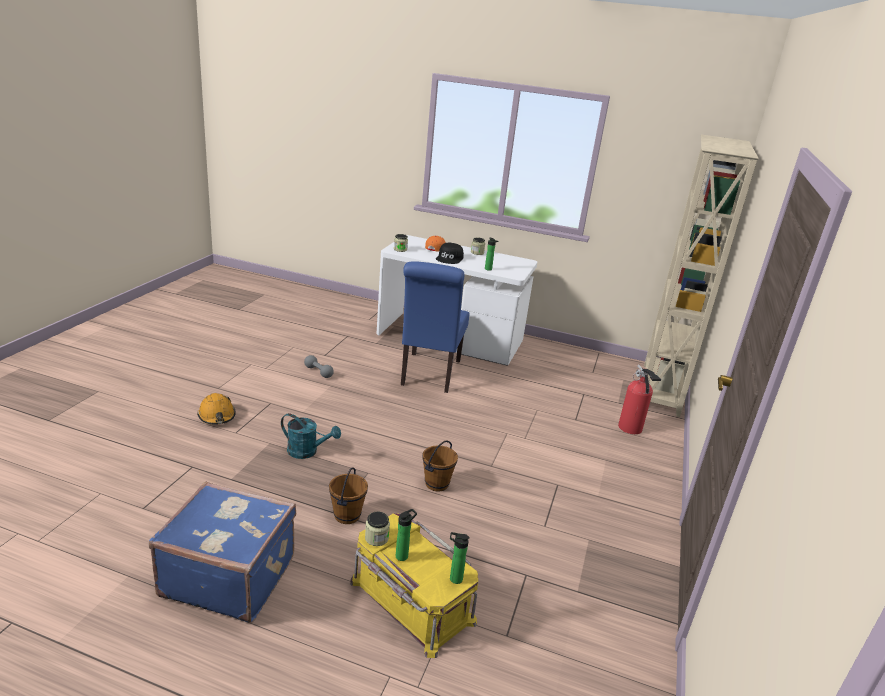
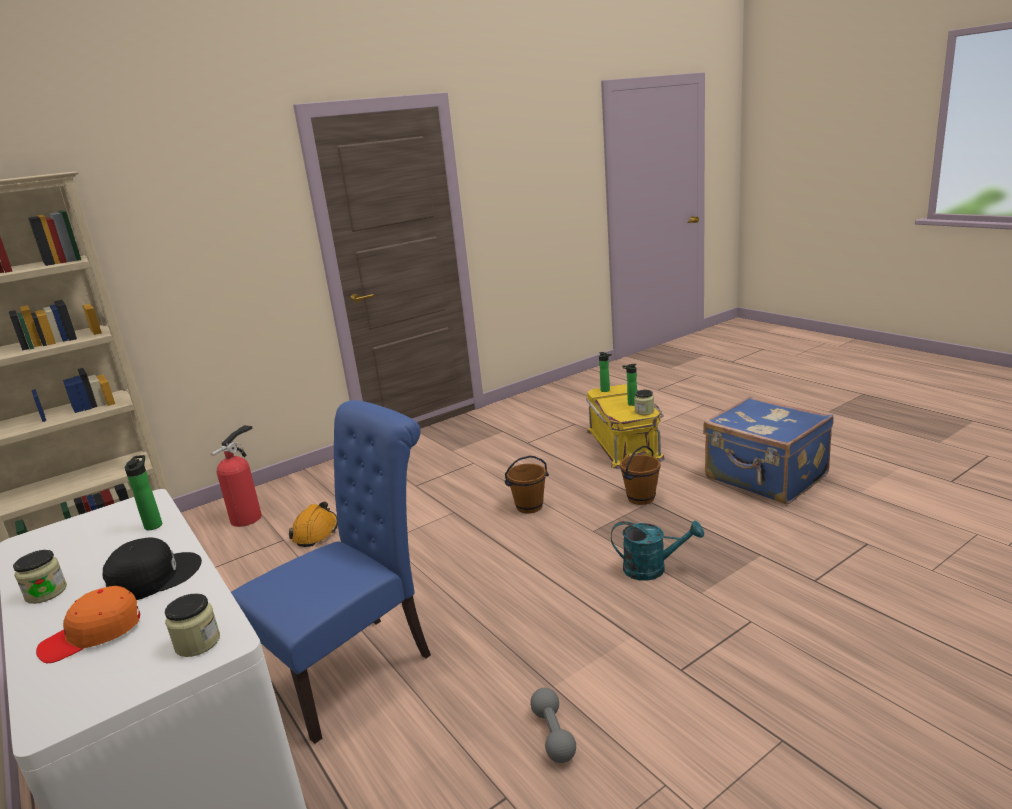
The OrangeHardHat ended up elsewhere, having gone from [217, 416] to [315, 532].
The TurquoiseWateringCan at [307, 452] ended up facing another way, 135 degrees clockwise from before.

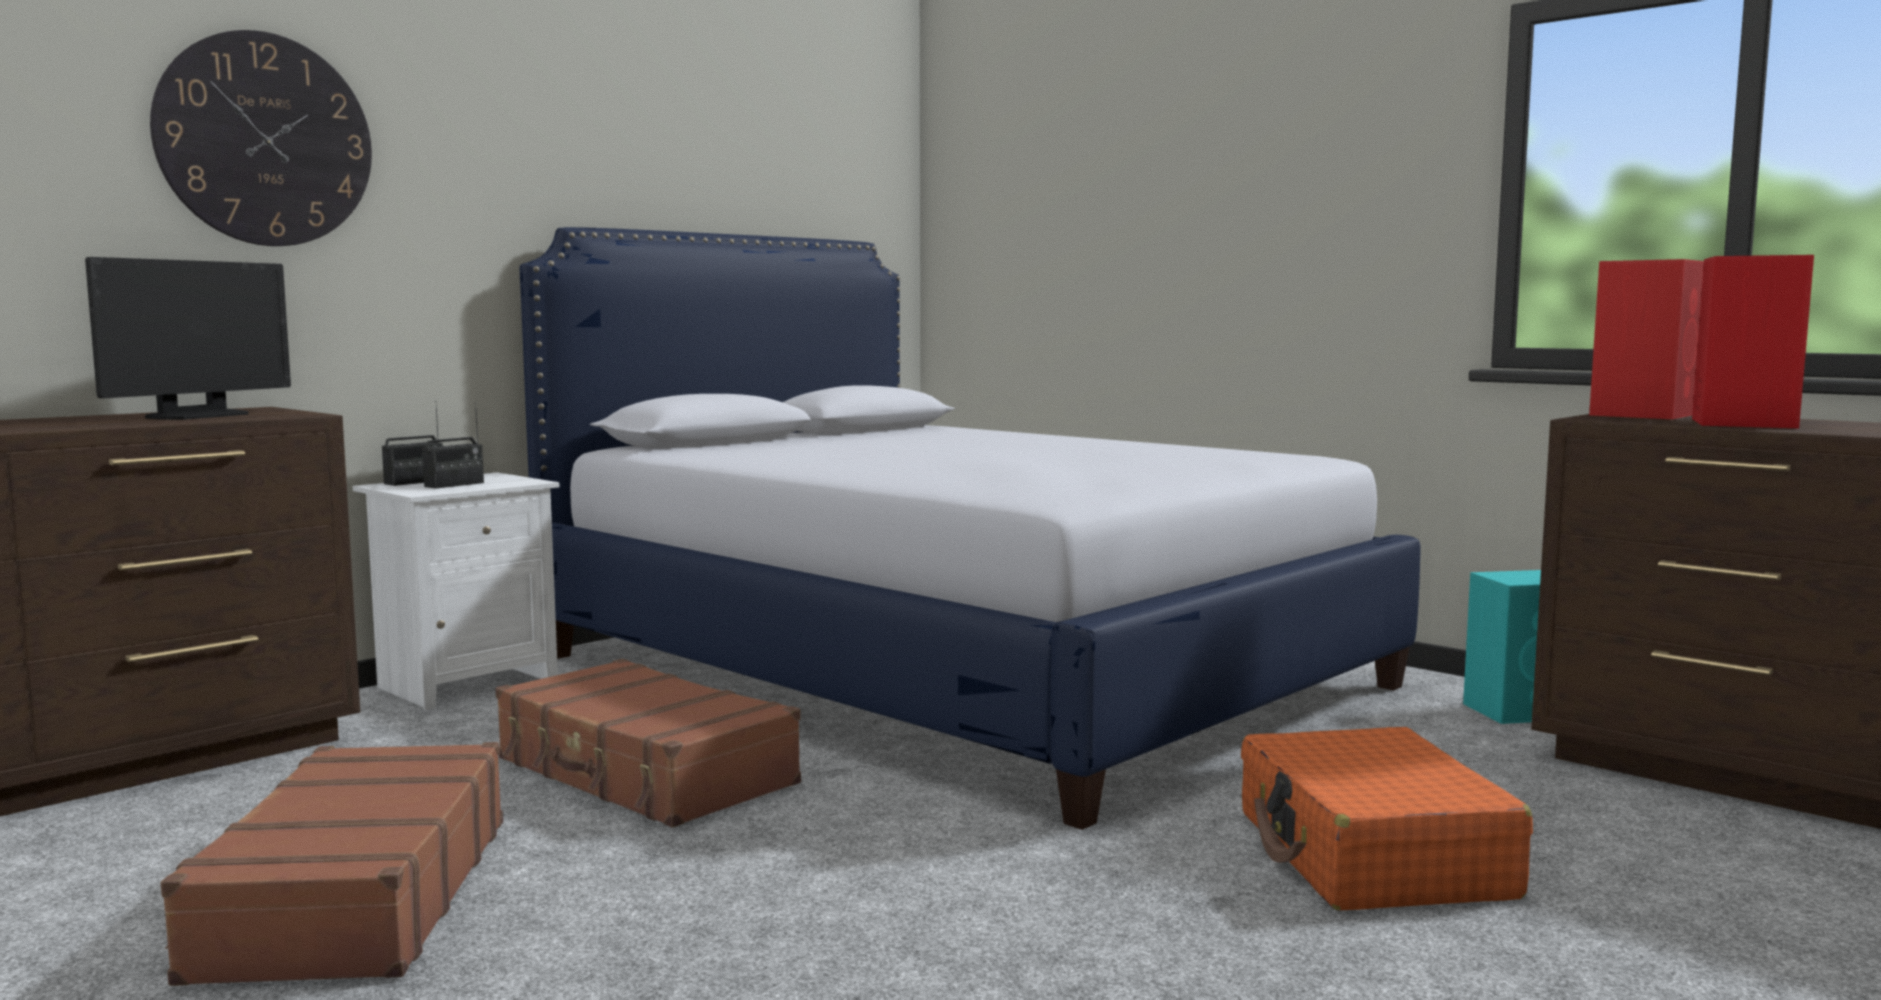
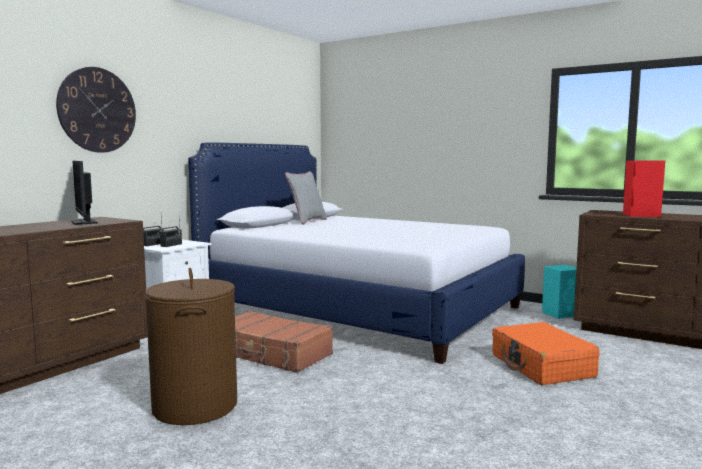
The Monitor at [197, 416] ended up facing another way, 135 degrees clockwise from before.
Where the BrownSuitcase stood at [354, 896], the BrownLaundryBasket came to stand at [195, 406].
The second view lost the RedSpeaker at [1643, 414].
The second view gained the GreyPillow at [307, 221].

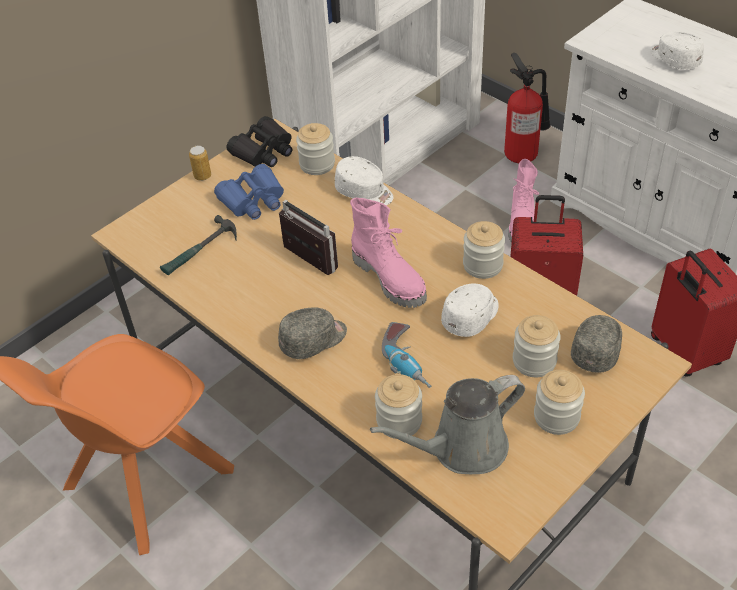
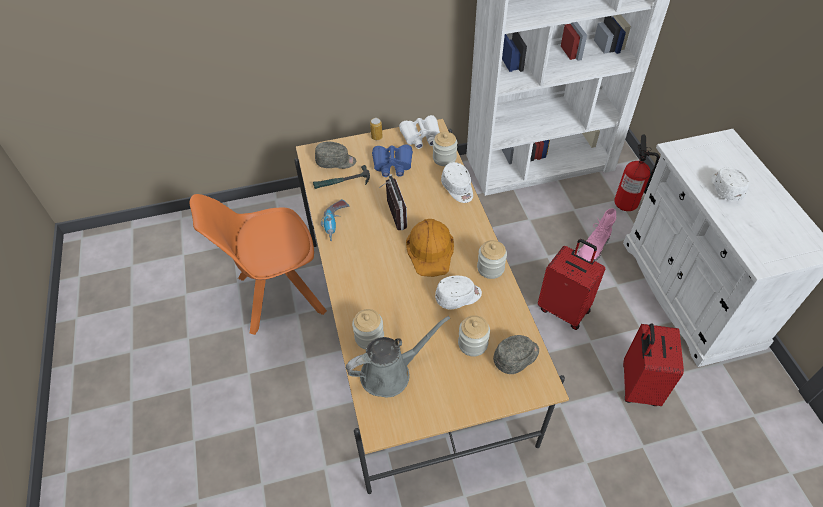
What was the BlackBinoculars at [264, 151] turned into the WhiteBinoculars at [421, 136].
The GreyCap ended up elsewhere, having gone from [314, 340] to [336, 162].
Where the PinkBoot stood at [390, 278], the OrangeHardHat came to stand at [430, 250].
The GreyWateringCan at [462, 448] ended up facing another way, 150 degrees clockwise from before.
The PowerDrill ended up elsewhere, having gone from [408, 362] to [336, 224].
The second view lost the Jar at [556, 416].

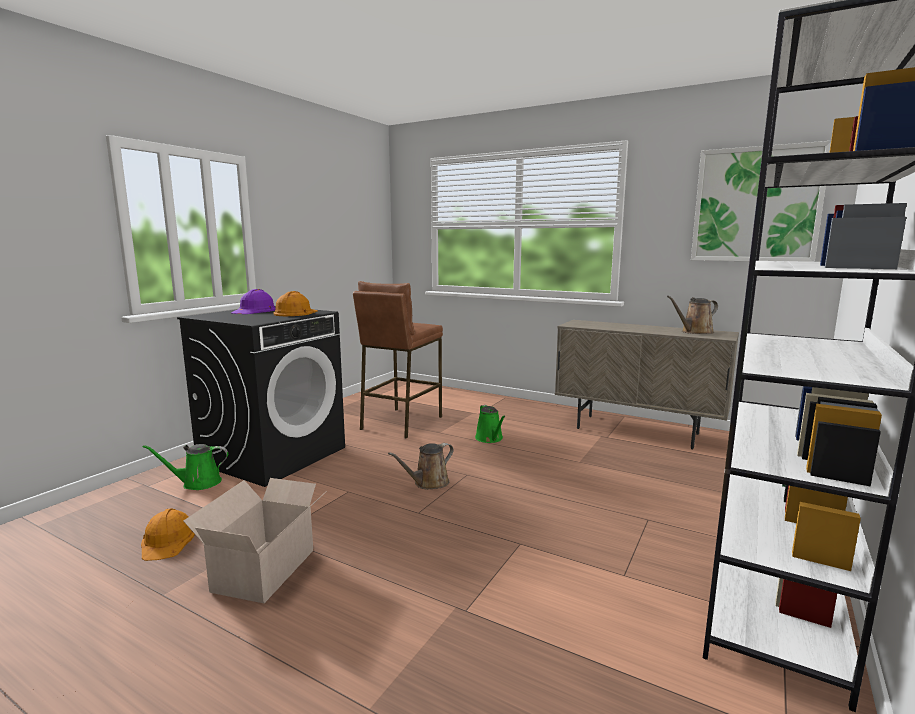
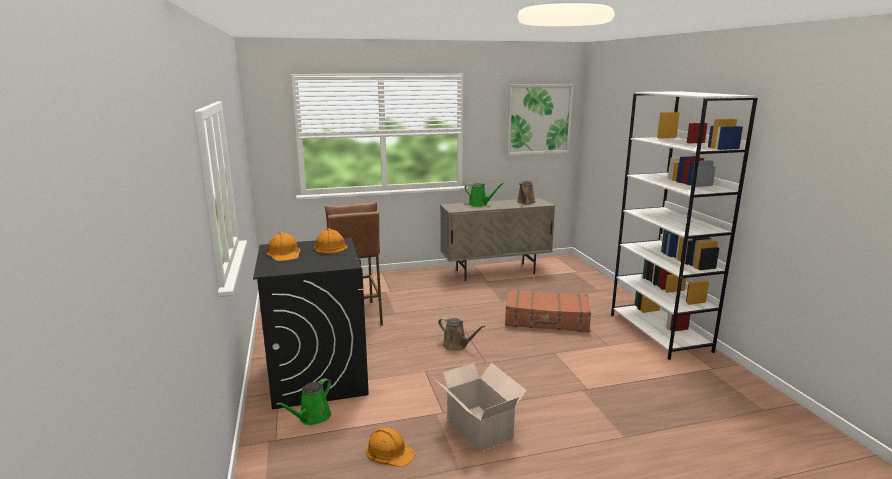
What was the PurpleHardHat at [255, 310] turned into the OrangeHardHat at [284, 253].
The BrownWateringCan at [428, 483] ended up facing another way, 60 degrees counterclockwise from before.
The GreenWateringCan ended up elsewhere, having gone from [490, 438] to [479, 204].
The second view gained the BrownSuitcase at [546, 320].

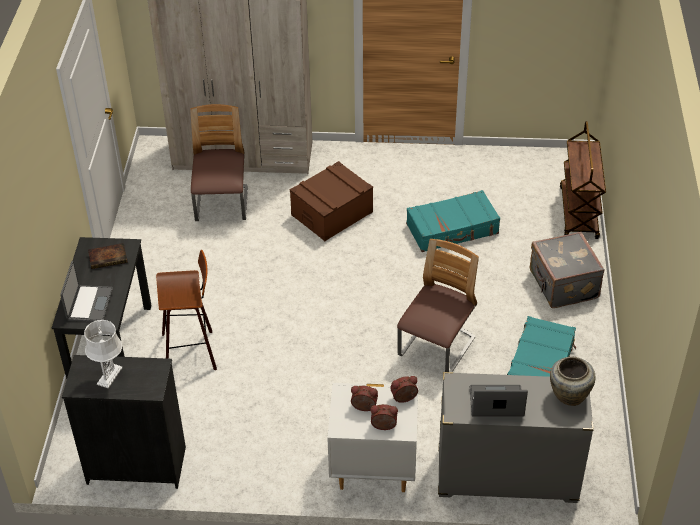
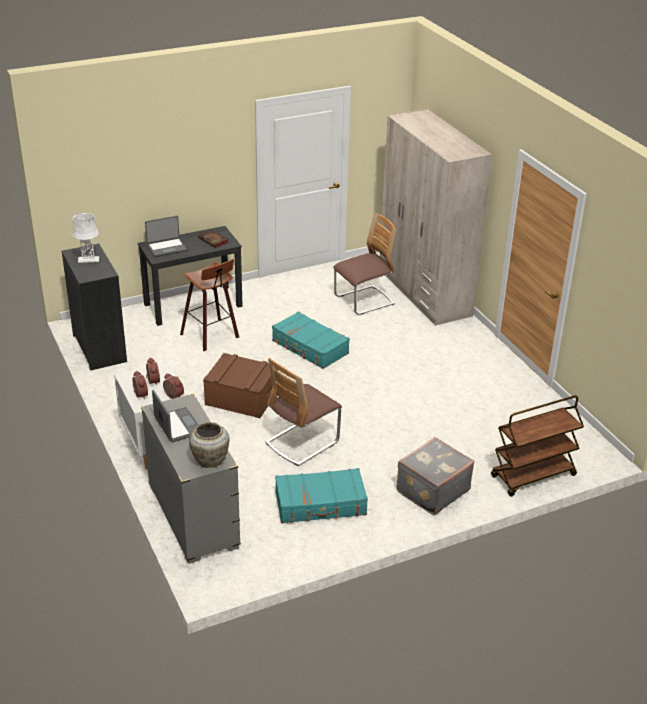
The BrownStorageBox ended up elsewhere, having gone from [332, 213] to [241, 398].
The Chair at [436, 347] ended up facing another way, 135 degrees clockwise from before.
The TurquoiseSuitcase ended up elsewhere, having gone from [452, 229] to [310, 347].

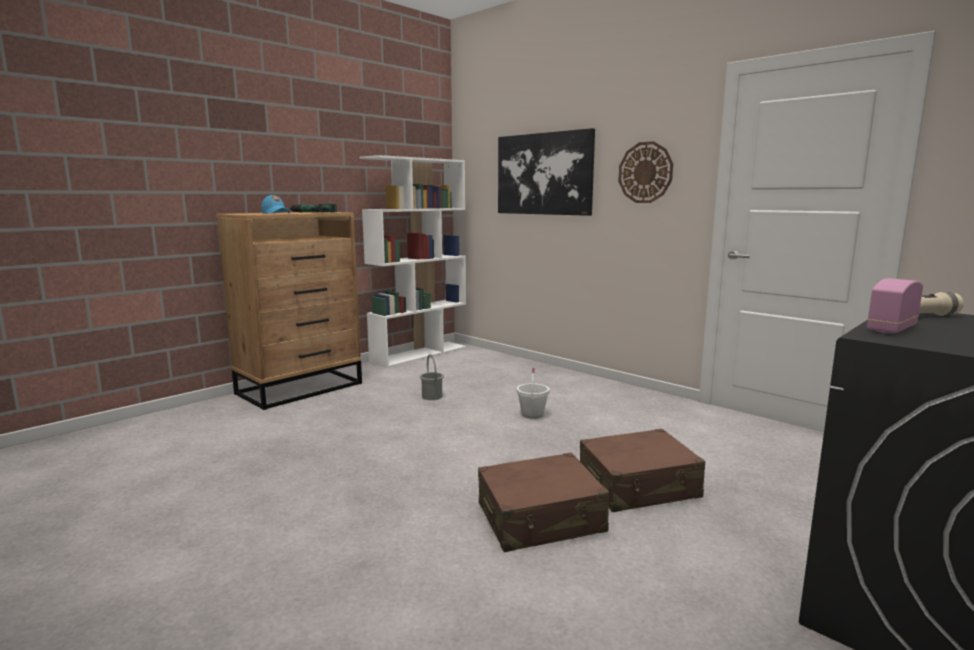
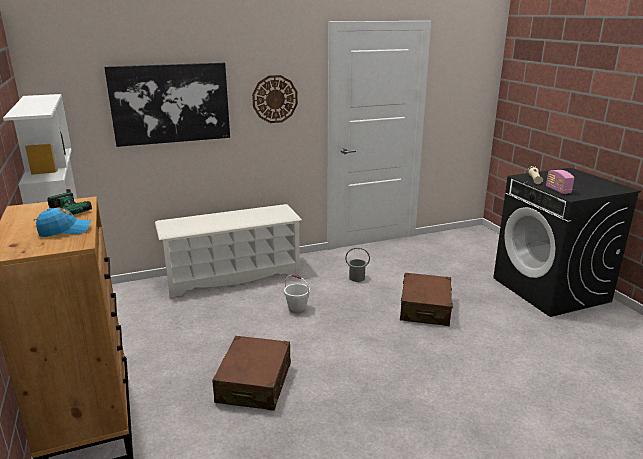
The GreyBucket ended up elsewhere, having gone from [432, 396] to [356, 278].
The BrownSuitcase ended up elsewhere, having gone from [541, 519] to [254, 383].
The second view gained the WhiteShoeRack at [233, 276].

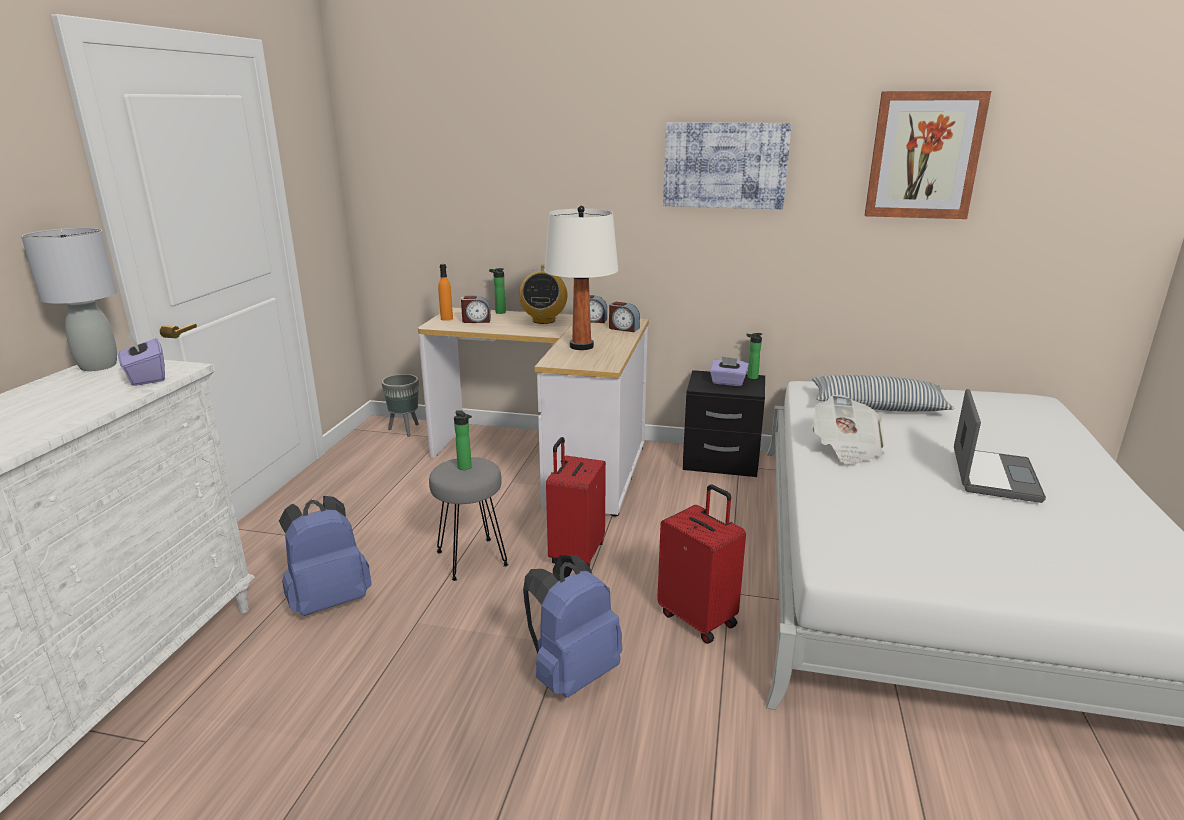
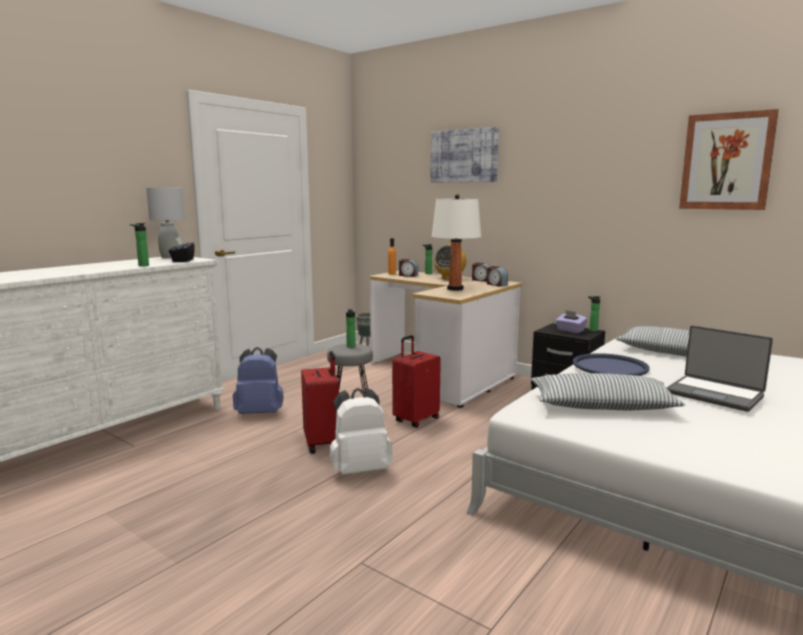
What was the PurpleTissueBox at [146, 377] turned into the BlackTissueBox at [182, 260].
What was the BlueBackpack at [572, 673] turned into the WhiteBackpack at [360, 469].
The RedSuitcase ended up elsewhere, having gone from [699, 618] to [323, 443].
The Picture ended up elsewhere, having gone from [725, 165] to [464, 156].
Where the Newspaper stood at [846, 448], the BlueTray came to stand at [610, 366].
The Laptop at [992, 476] ended up facing another way, 90 degrees clockwise from before.
The second view gained the Bottle at [142, 265].
The second view gained the Pillow at [602, 406].

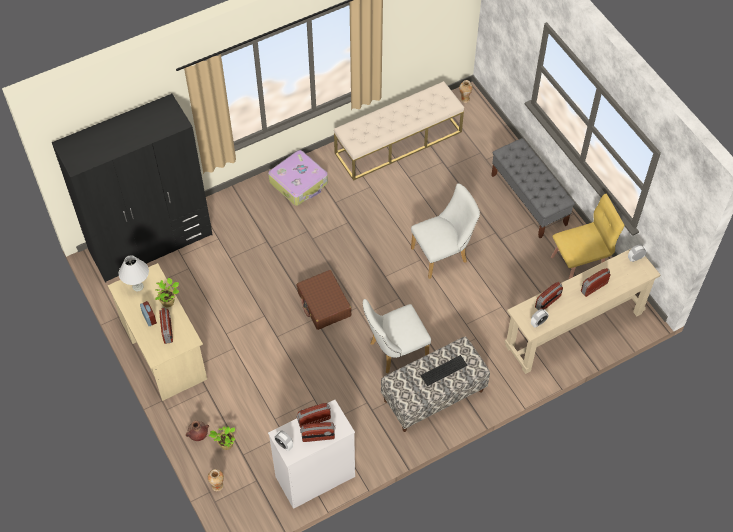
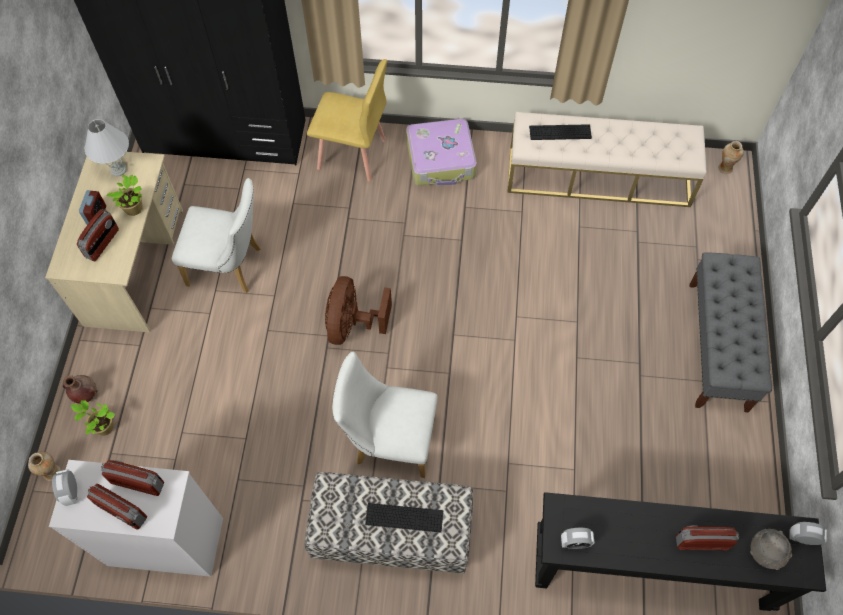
Where the BrownSuitcase stood at [324, 304], the BrownFan came to stand at [352, 325].
The WhiteChair ended up elsewhere, having gone from [443, 254] to [230, 267].
What was the BeigeConsoleTable at [574, 329] turned into the BlackConsoleTable at [651, 568].
The second view lost the Radio at [548, 302].
The YellowChair ended up elsewhere, having gone from [578, 266] to [352, 155].
The second view gained the Keyboard at [560, 132].
The second view gained the GreyBowl at [766, 552].

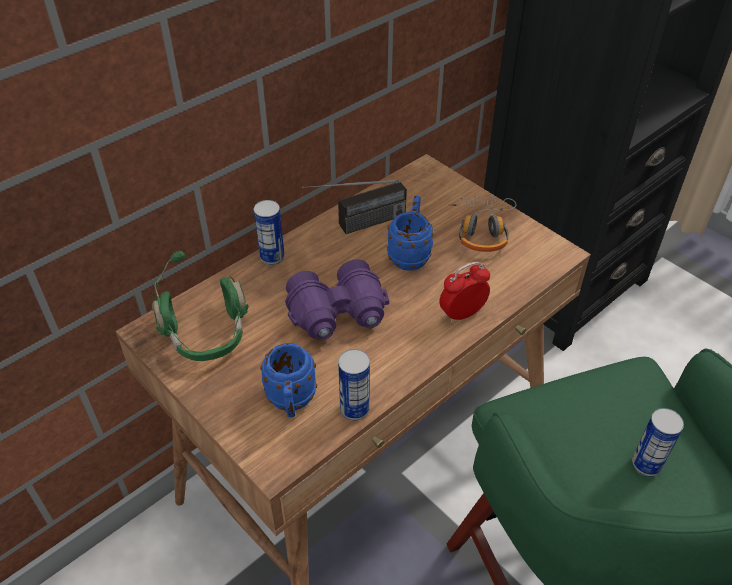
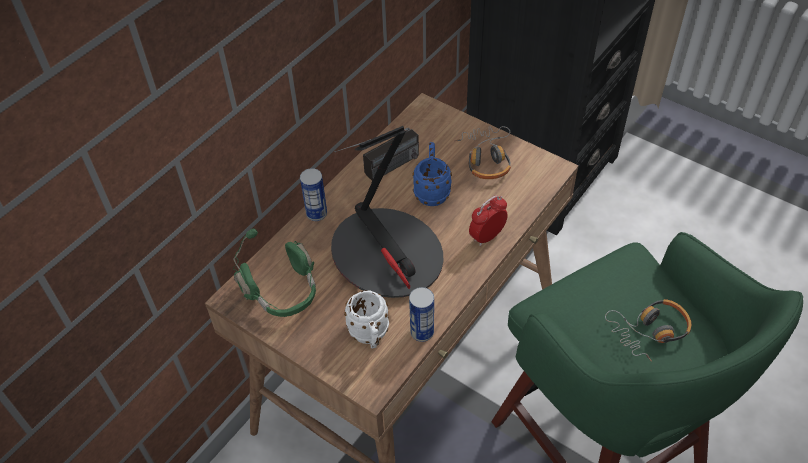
What was the BlueMug at [291, 403] turned into the WhiteMug at [370, 336].
Where the PurpleBinoculars stood at [338, 315], the TableLamp came to stand at [387, 255].
Where the Can stood at [646, 464], the Headphones came to stand at [650, 331].

